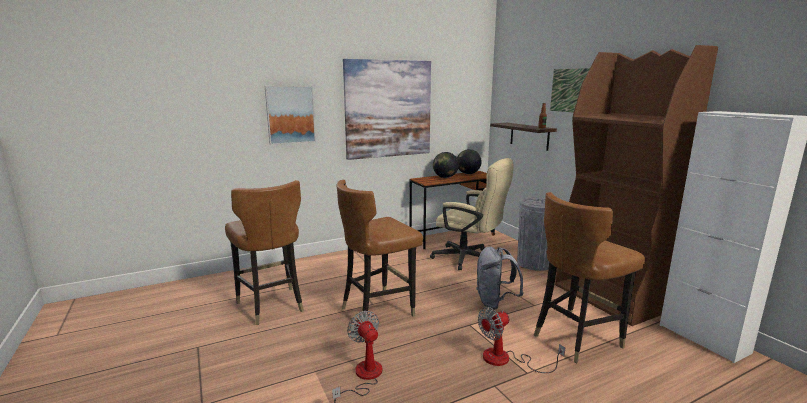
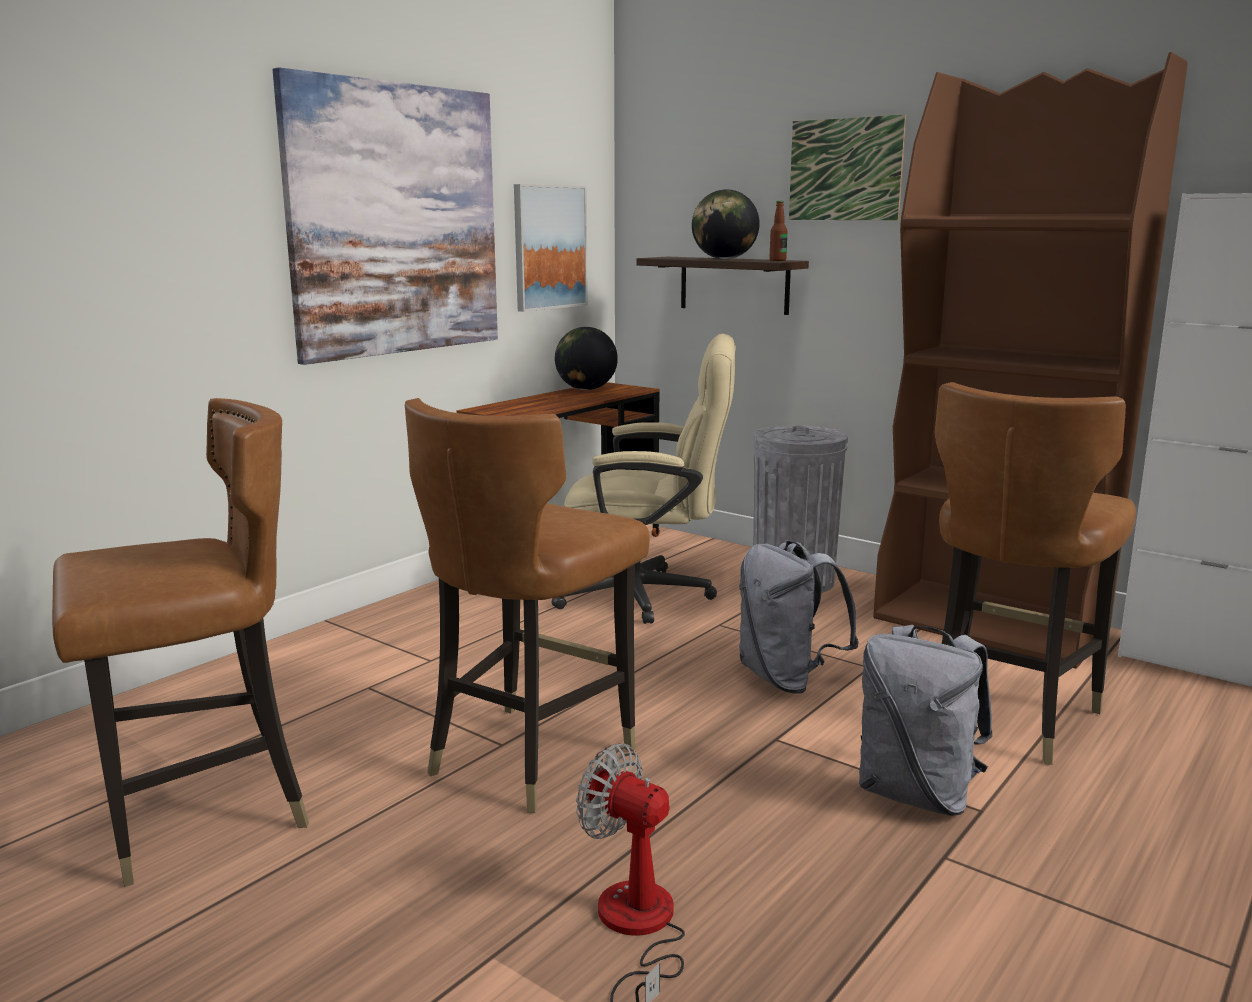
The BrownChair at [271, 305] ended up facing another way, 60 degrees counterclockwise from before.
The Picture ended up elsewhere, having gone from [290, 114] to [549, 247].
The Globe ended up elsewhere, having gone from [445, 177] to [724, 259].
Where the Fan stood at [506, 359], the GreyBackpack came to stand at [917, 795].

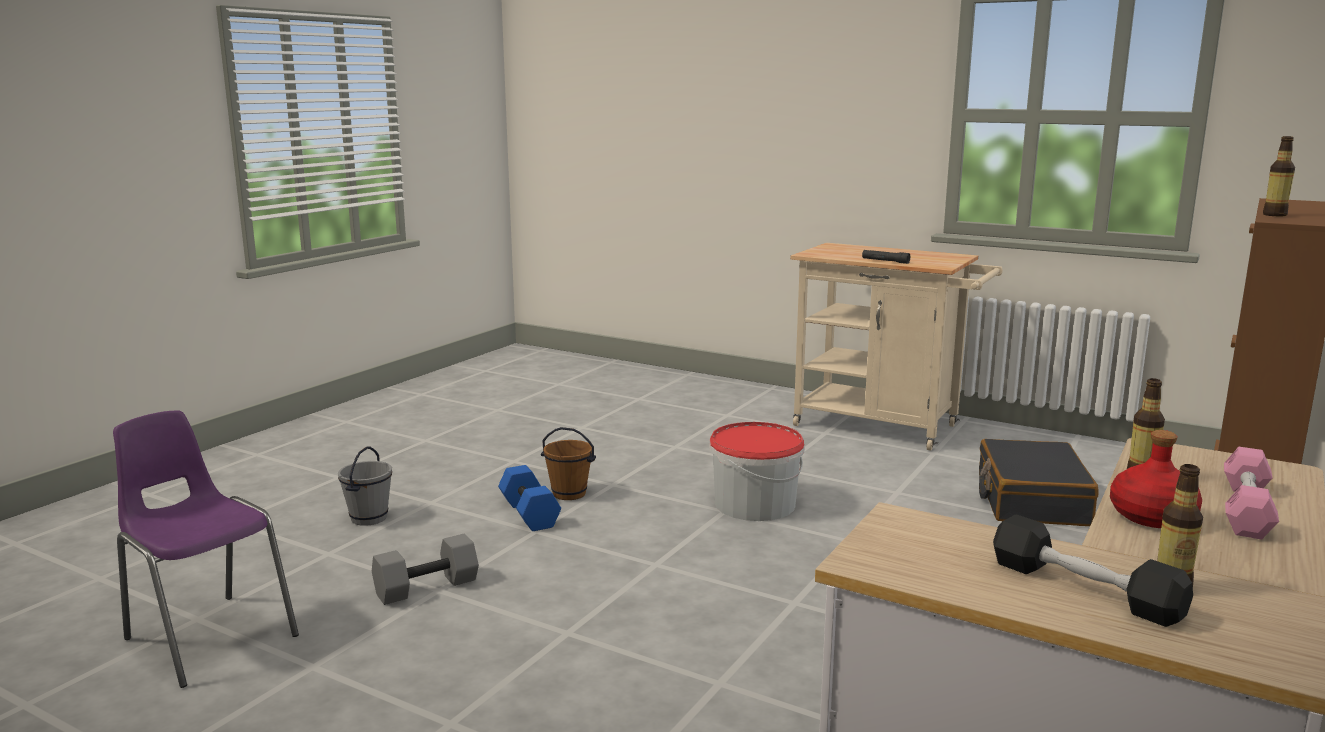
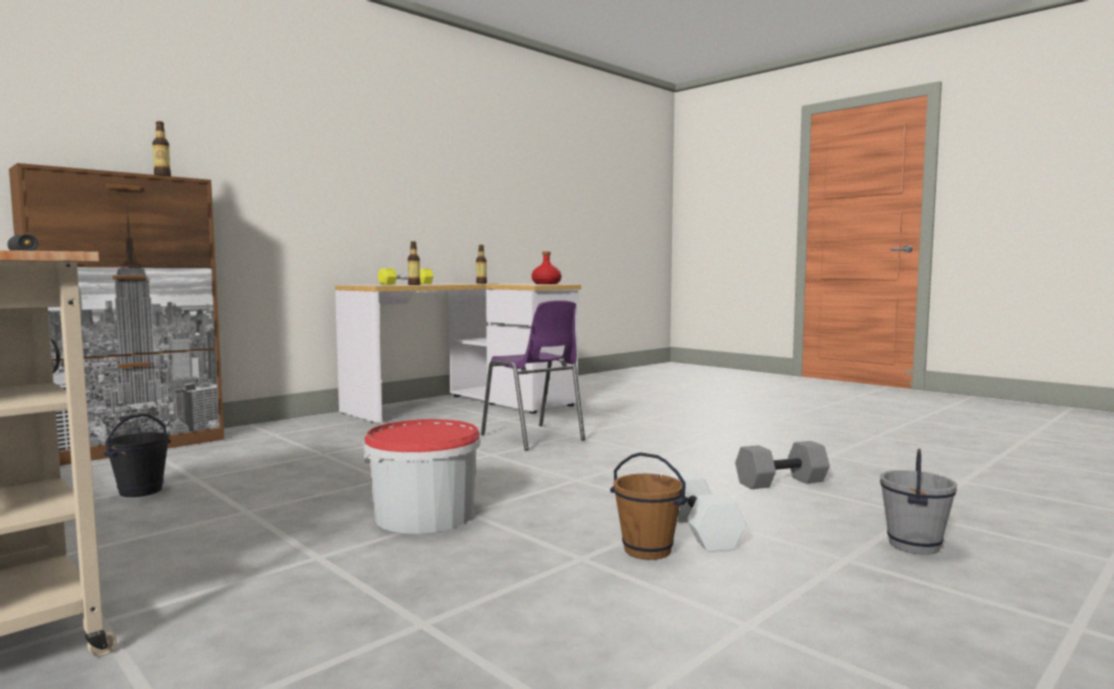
The PurpleChair ended up elsewhere, having gone from [208, 636] to [534, 438].
What was the BlueDumbbell at [531, 514] turned into the WhiteDumbbell at [698, 531].
Where the BlackSuitcase stood at [1031, 500], the BlackBucket came to stand at [140, 491].
The second view lost the BlackDumbbell at [1084, 589].
The RedBottle ended up elsewhere, having gone from [1153, 517] to [546, 284].
What was the PinkDumbbell at [1246, 509] turned into the YellowDumbbell at [406, 284].

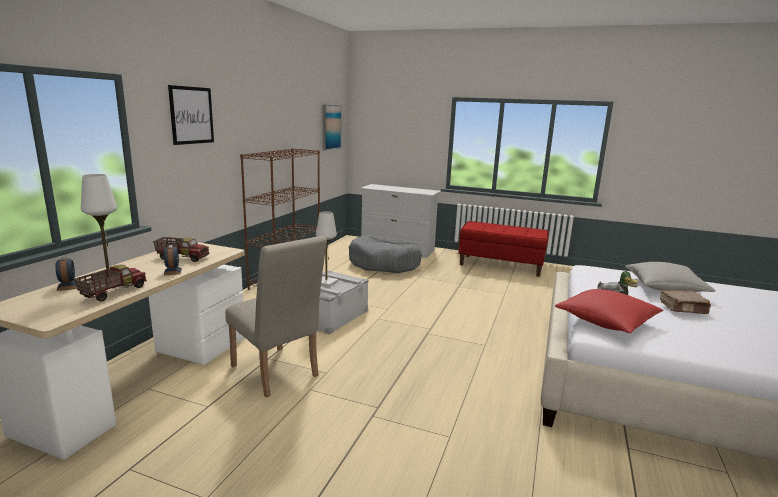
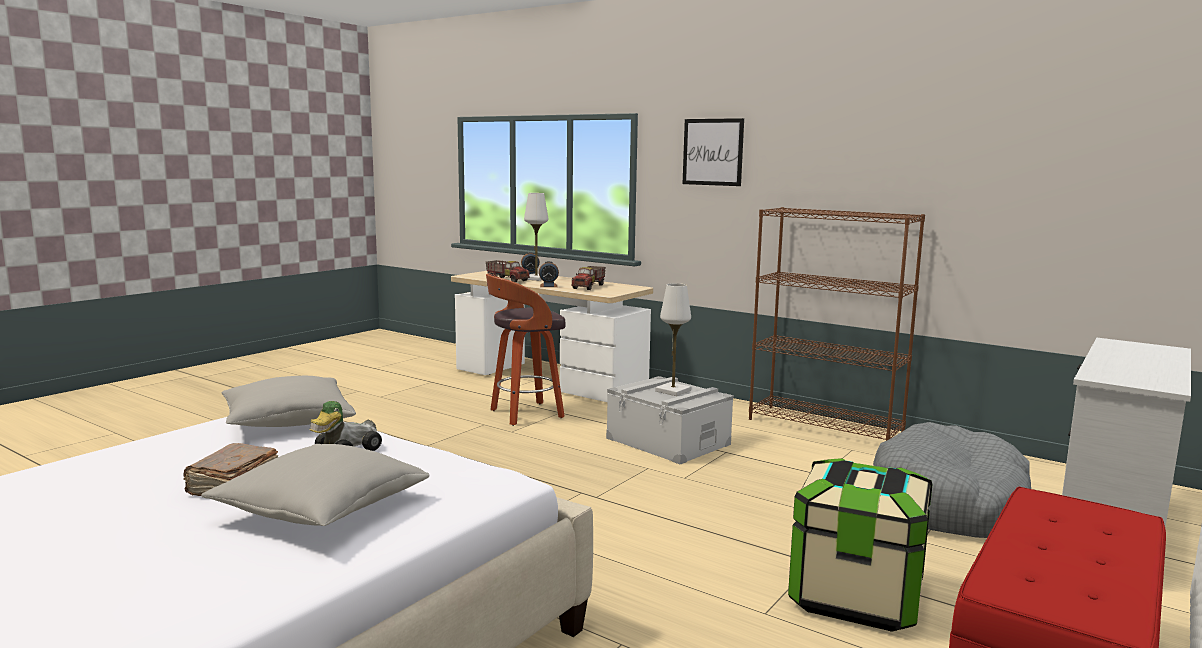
Where the BeigeChair stood at [277, 374], the Stool came to stand at [524, 414].
The second view lost the Picture at [331, 127].
What was the RedPillow at [606, 322] turned into the GreyPillow at [287, 421].
The second view gained the StorageBox at [856, 597].

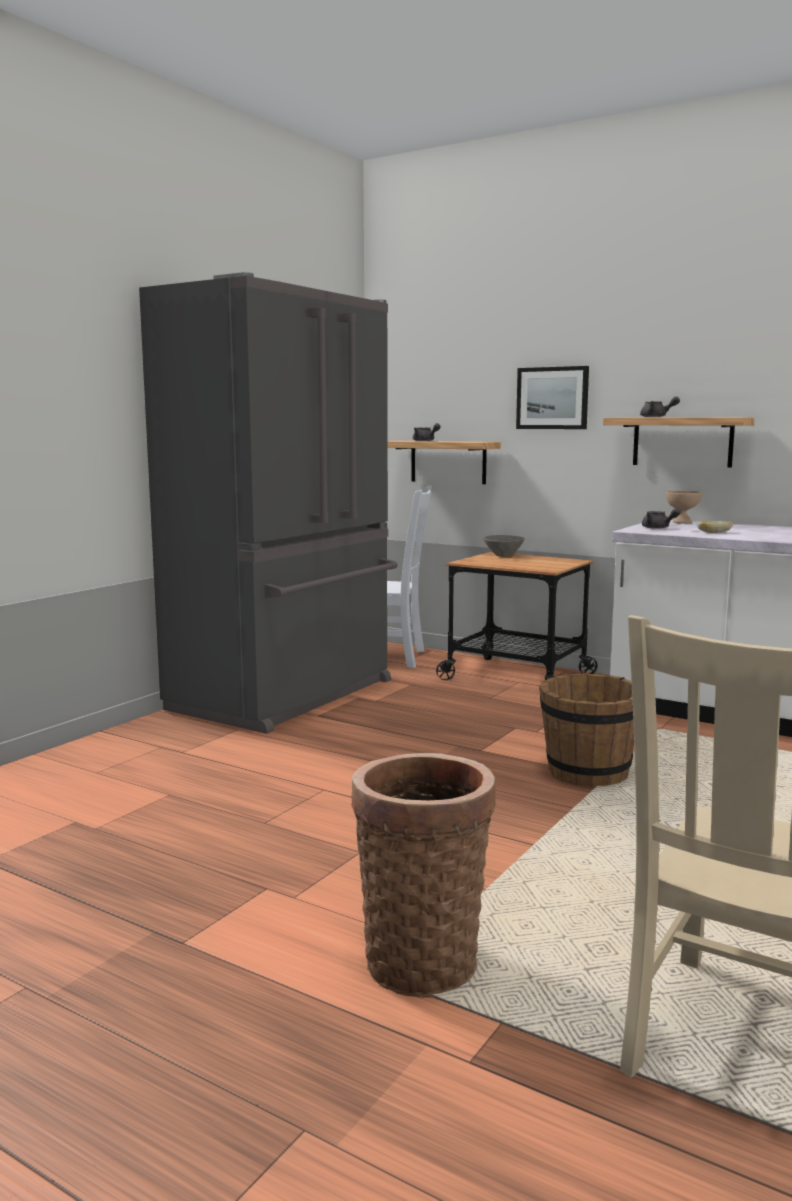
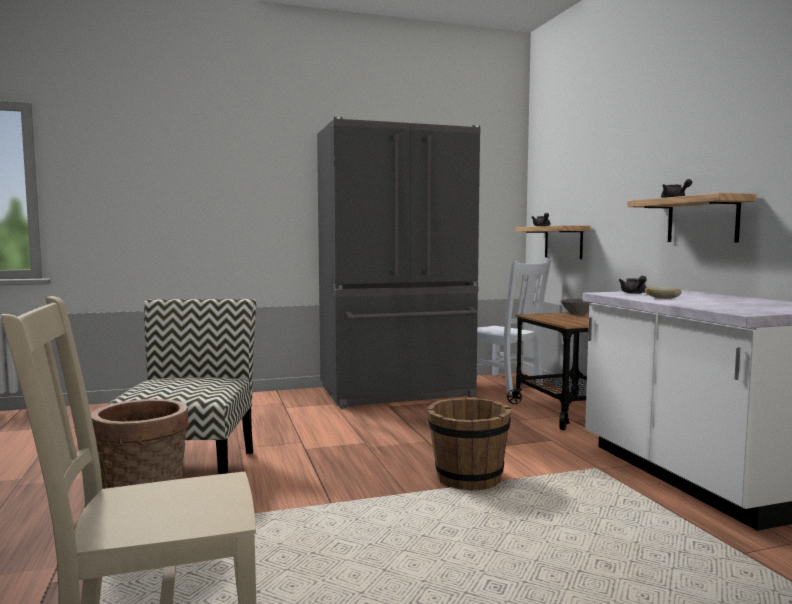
The second view lost the Picture at [552, 398].
The second view lost the BeigeBowl at [682, 522].
The second view gained the Chair at [188, 471].

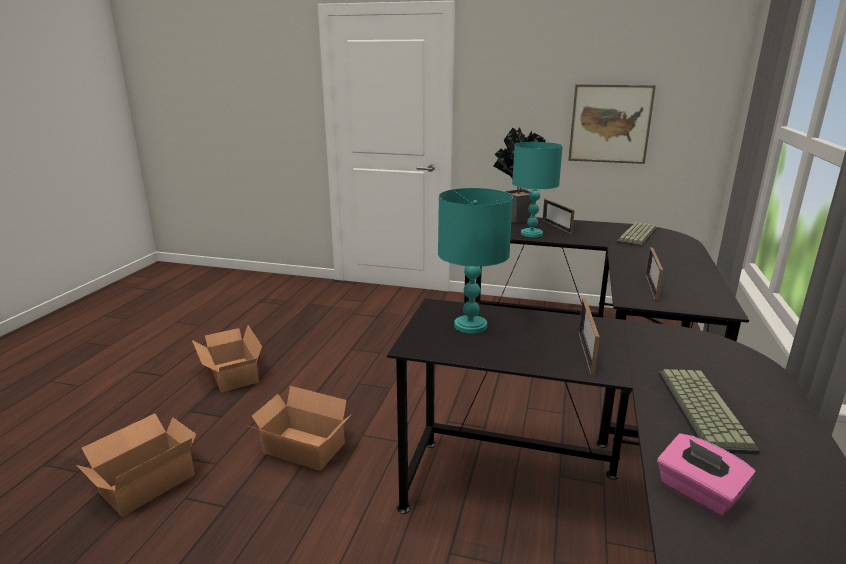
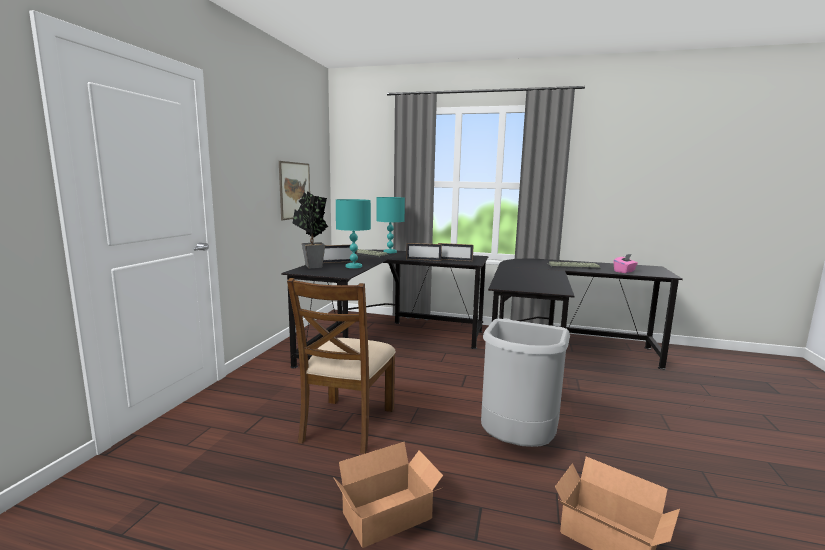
Where the CardboardBox stood at [303, 450], the GreyTrashCan came to stand at [517, 444].
The TurquoiseTableLamp ended up elsewhere, having gone from [471, 325] to [390, 252].
The PictureFrame ended up elsewhere, having gone from [586, 352] to [423, 259].
The second view gained the BrownChair at [347, 424].

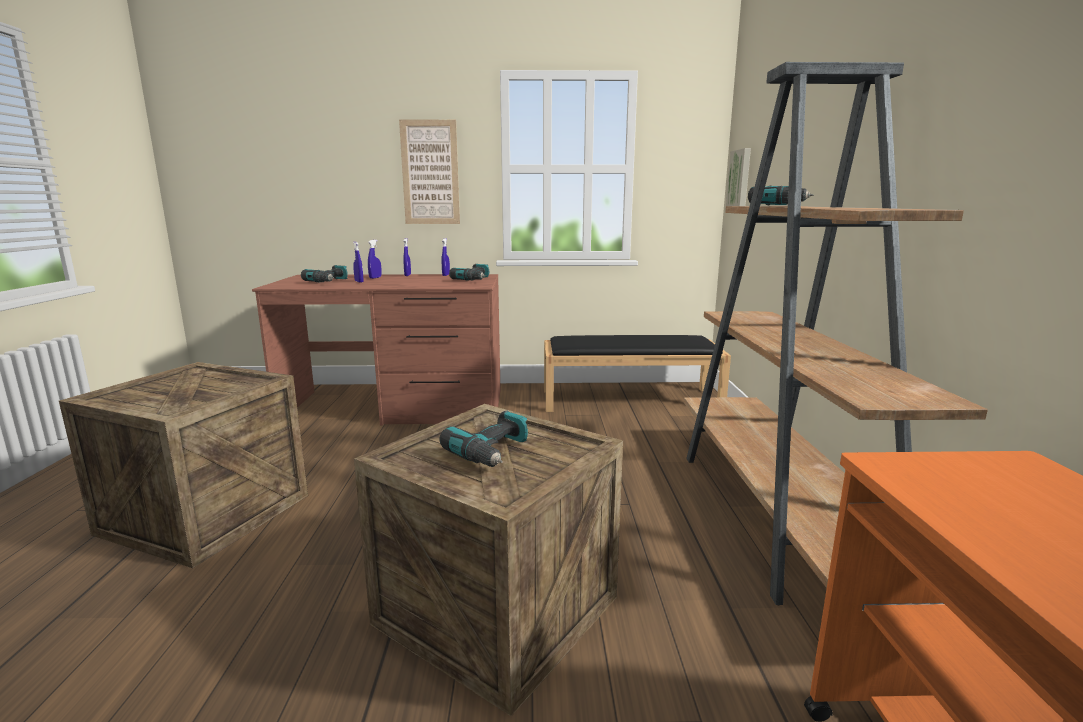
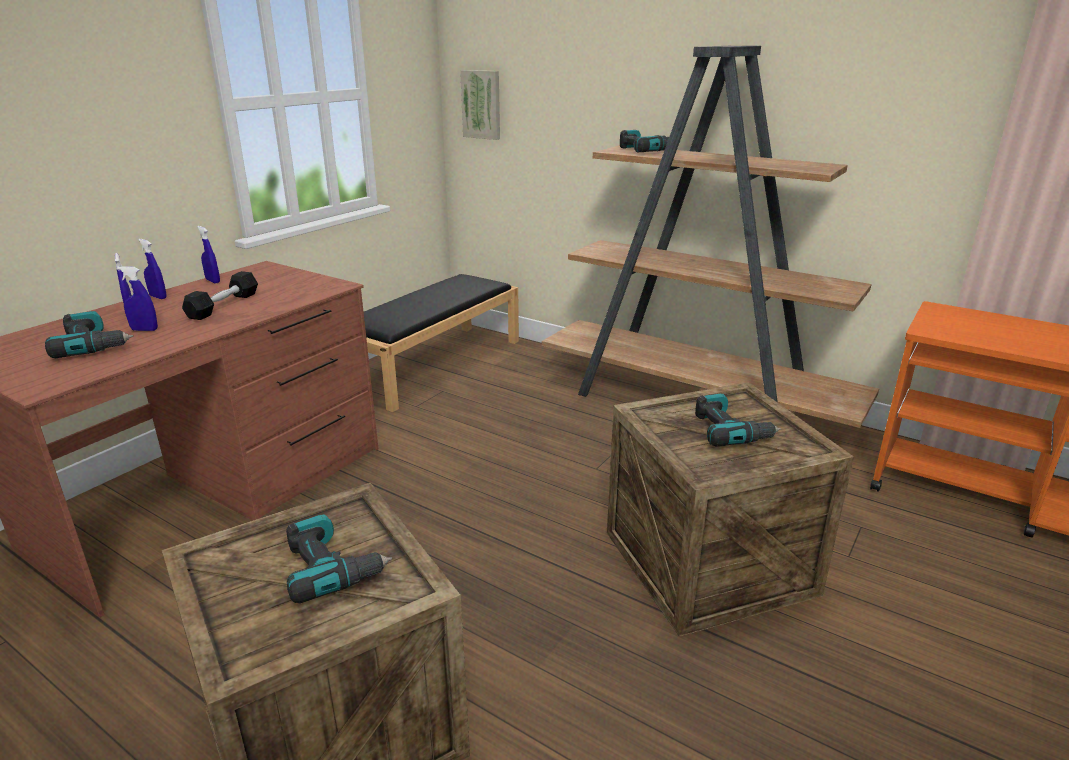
The second view lost the Picture at [430, 173].
The PowerDrill ended up elsewhere, having gone from [475, 279] to [332, 568].
The second view gained the BlackDumbbell at [223, 305].

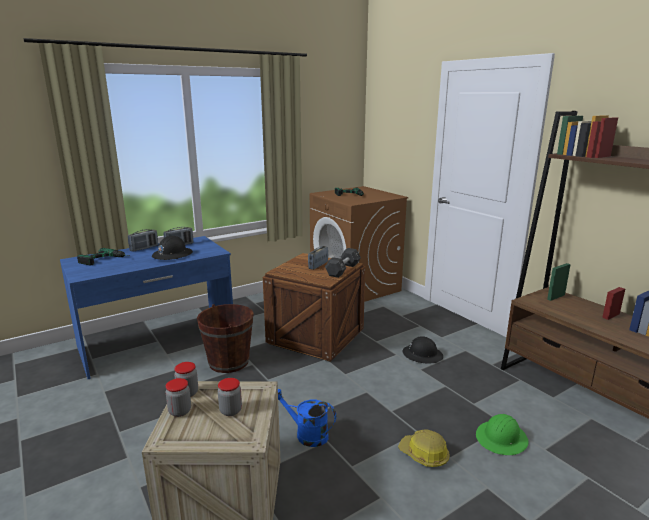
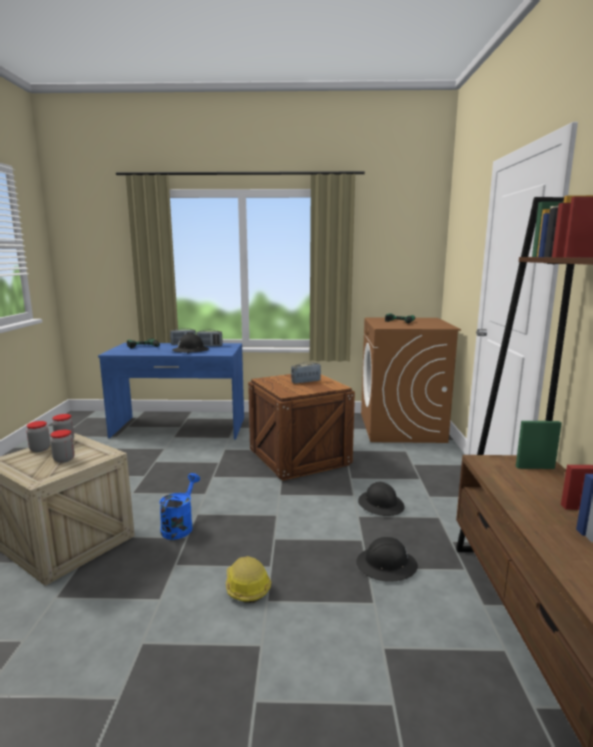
The second view lost the BrownBucket at [229, 362].
The BlueWateringCan at [306, 434] ended up facing another way, 45 degrees clockwise from before.
The second view lost the BlackDumbbell at [343, 270].
The second view lost the GreenHardHat at [501, 439].
The second view gained the BlackHardHat at [386, 565].

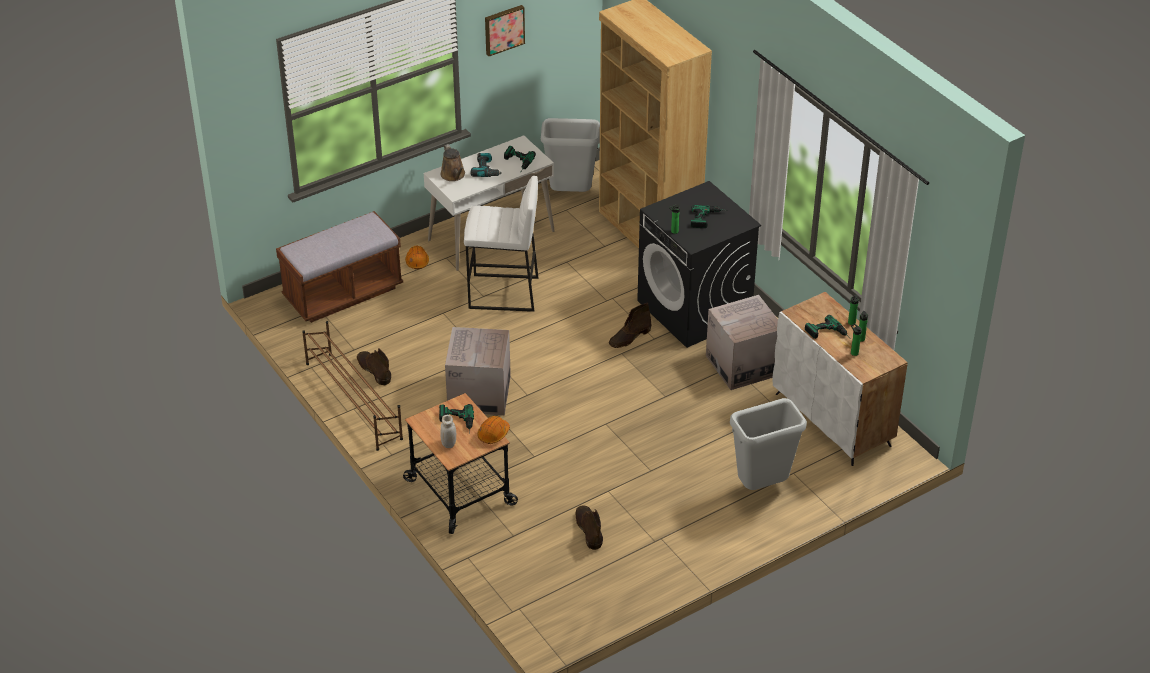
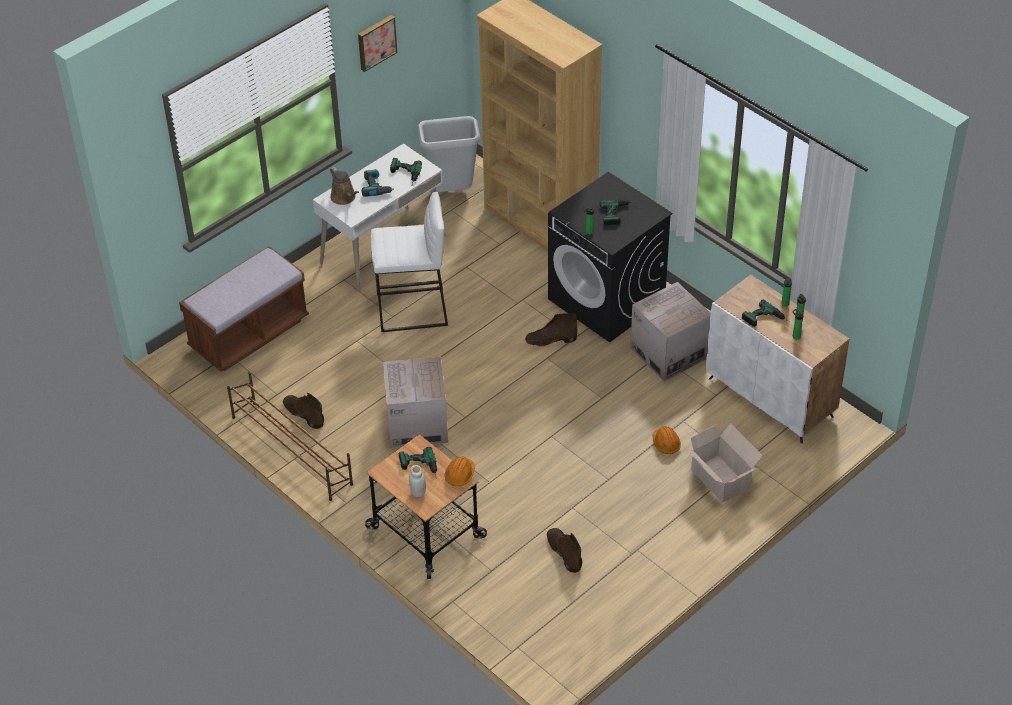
The OrangeHardHat ended up elsewhere, having gone from [417, 261] to [666, 443].
The BrownBoot at [629, 337] ended up facing another way, 45 degrees clockwise from before.
Where the GreyTrashCan stood at [762, 487], the CardboardBox came to stand at [721, 480].

